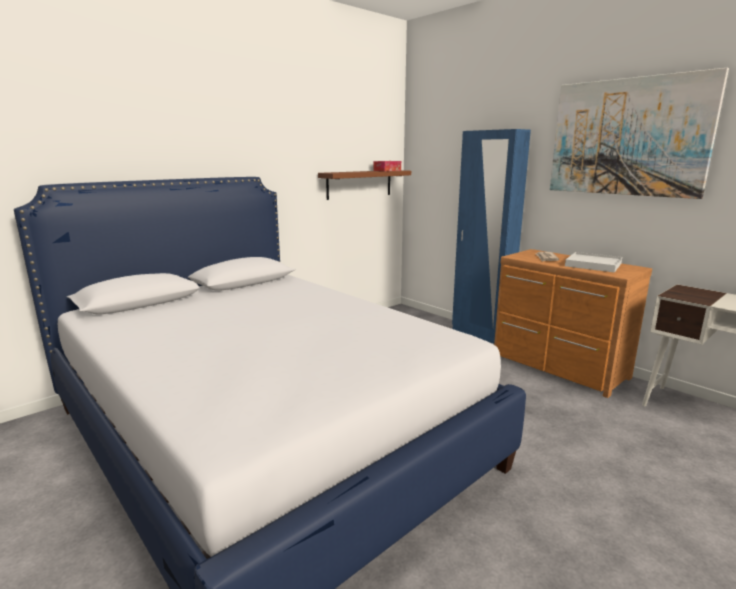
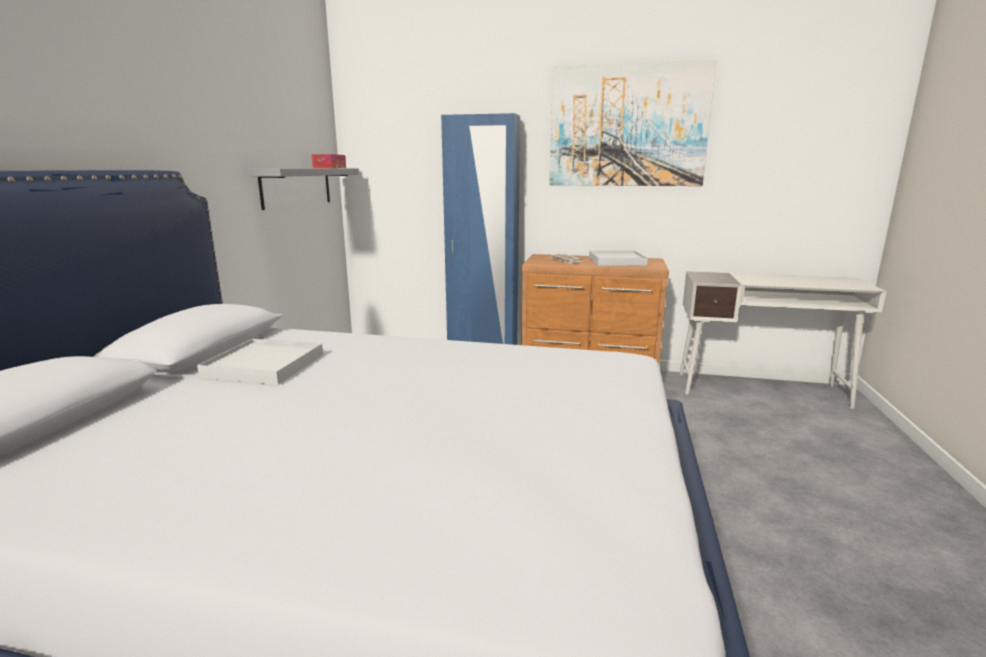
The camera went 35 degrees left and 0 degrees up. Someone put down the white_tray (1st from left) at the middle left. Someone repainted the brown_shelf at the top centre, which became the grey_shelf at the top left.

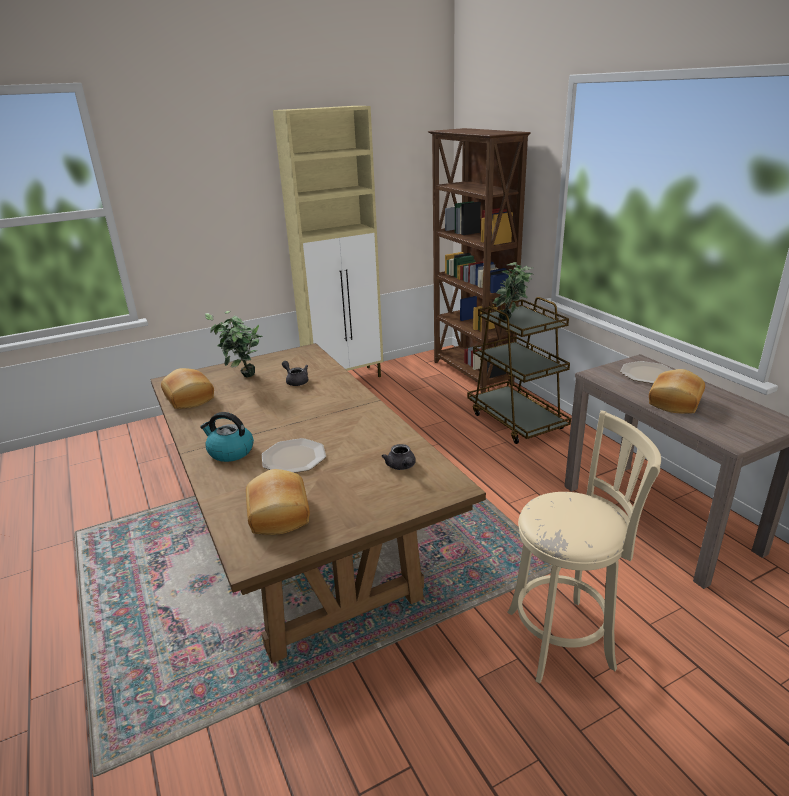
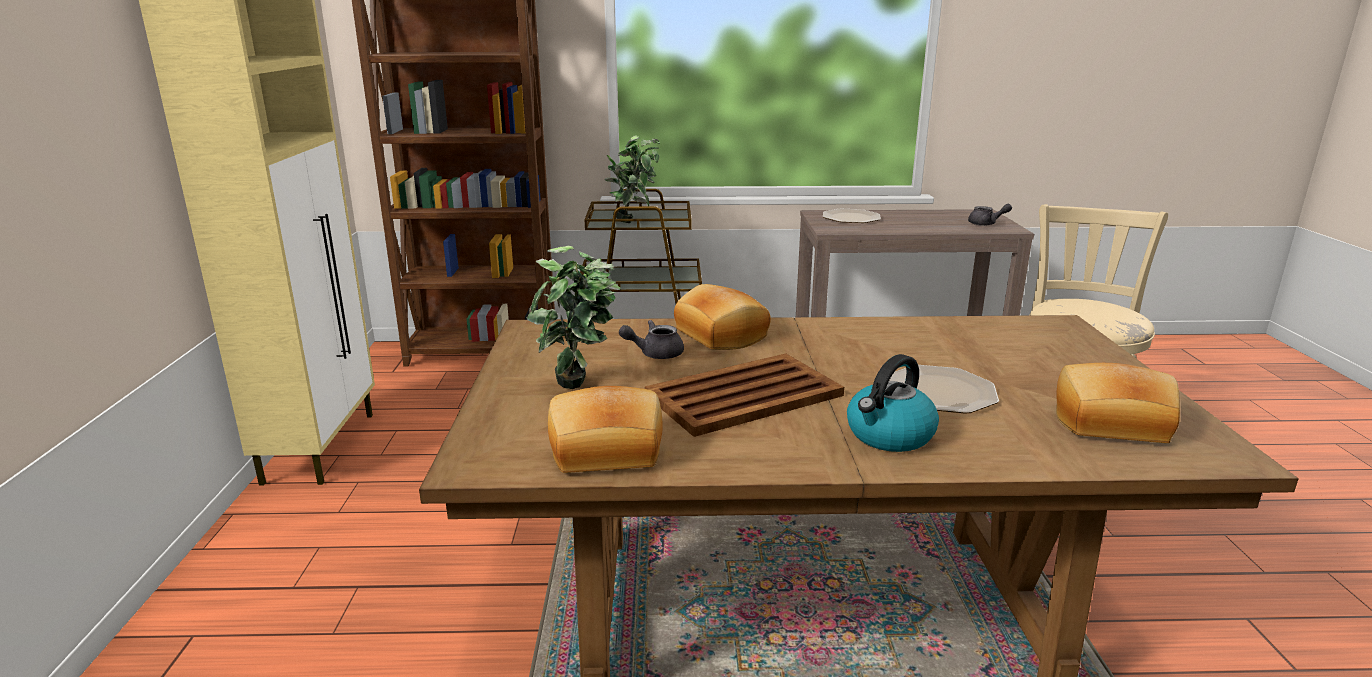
The camera went 65 degrees left and 5 degrees down. Someone put down the brown_tray at the centre. Someone carried the bread (3rd from left in the first image) from the middle right to the centre. Someone carried the grey_teapot (2nd from left) from the centre to the top right.

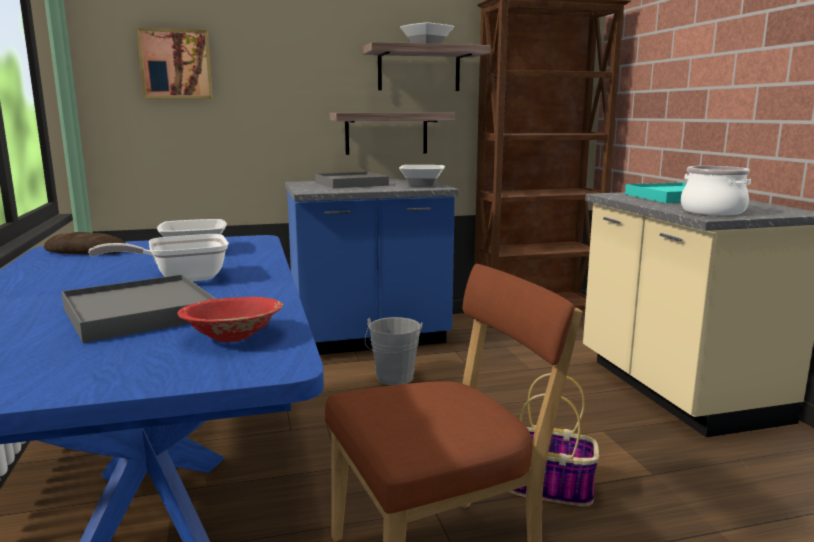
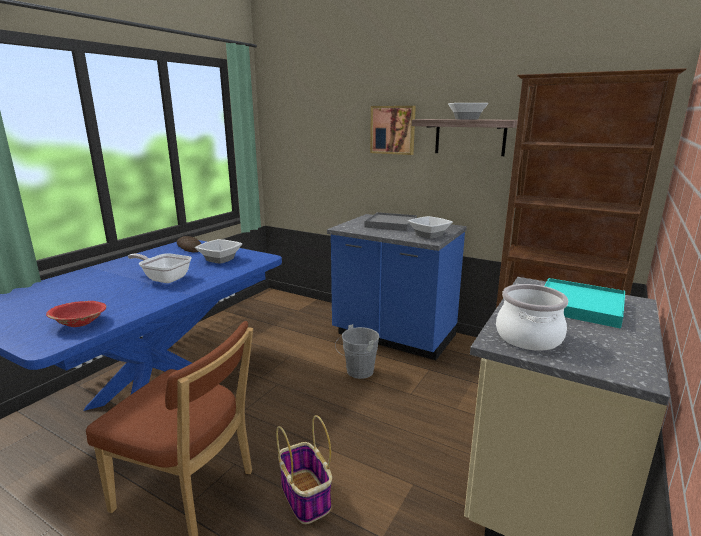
The camera went 45 degrees right and 5 degrees up. Someone carried the picture from the top left to the top centre. Someone took away the grey_tray (1st from left) at the middle left. Someone took away the shelf (1st from left) at the top centre.

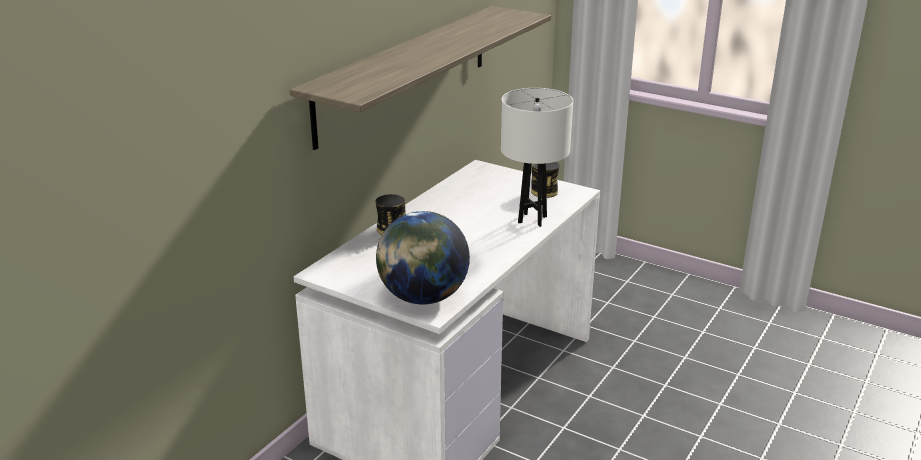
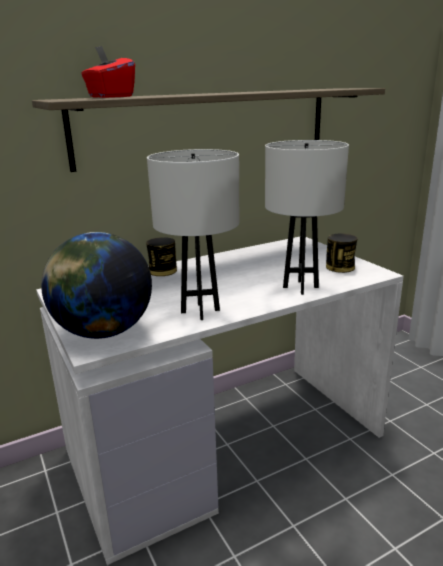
The camera went 30 degrees right and 5 degrees down. Someone put down the red_tissue_box at the top left. Someone put down the white_table_lamp (1st from left) at the centre.

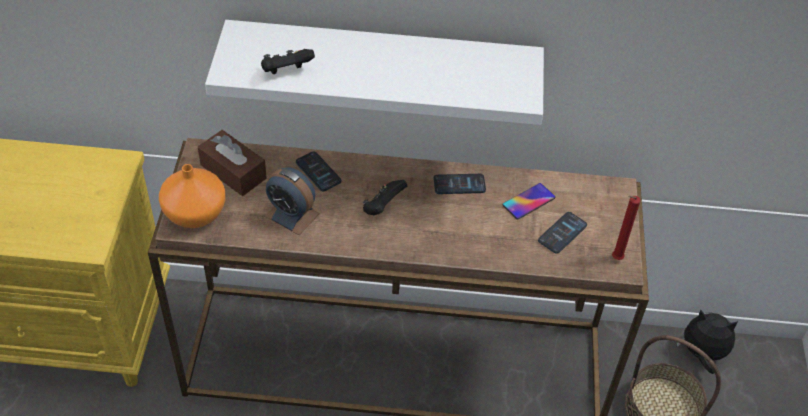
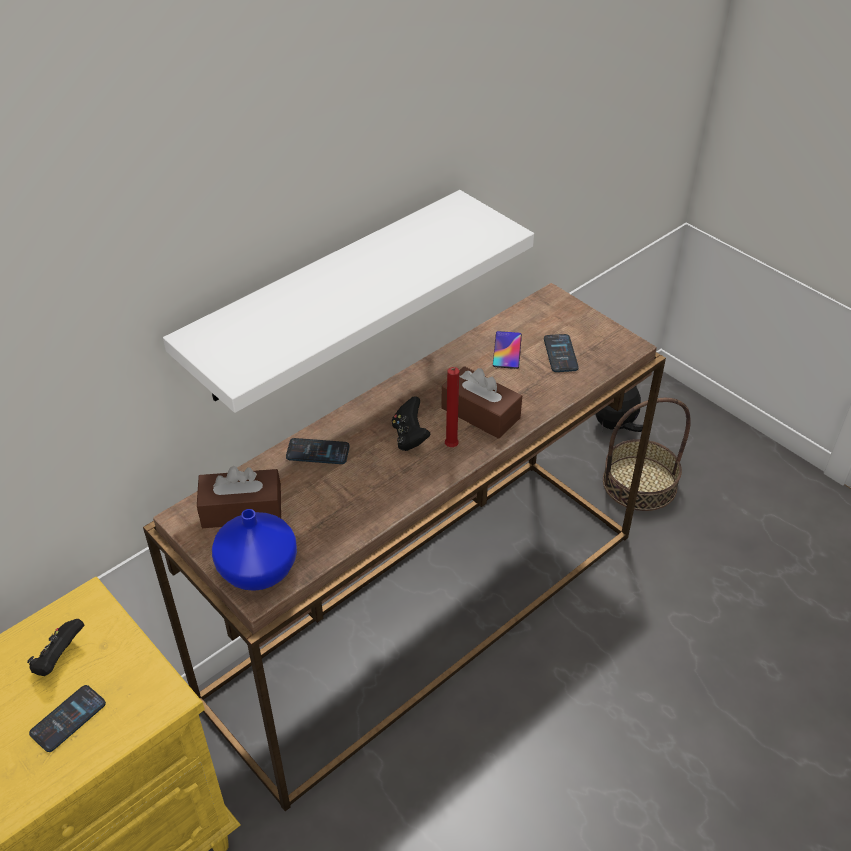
The camera went 45 degrees left and 5 degrees down. Someone carried the black_game_controller (1st from left) from the top centre to the bottom left. Someone carried the phone (2nd from left in the first image) from the centre to the bottom left. Someone repainted the orange_vase at the middle left, which became the blue_vase at the middle left. Someone put down the brown_tissue_box (2nd from left) at the centre. Someone carried the red_candle from the middle right to the centre. Someone took away the alarm_clock at the centre.

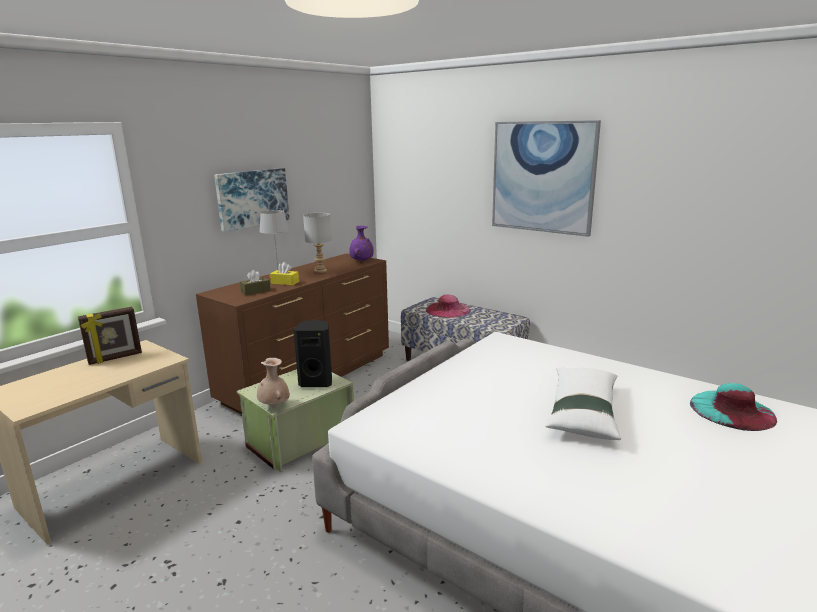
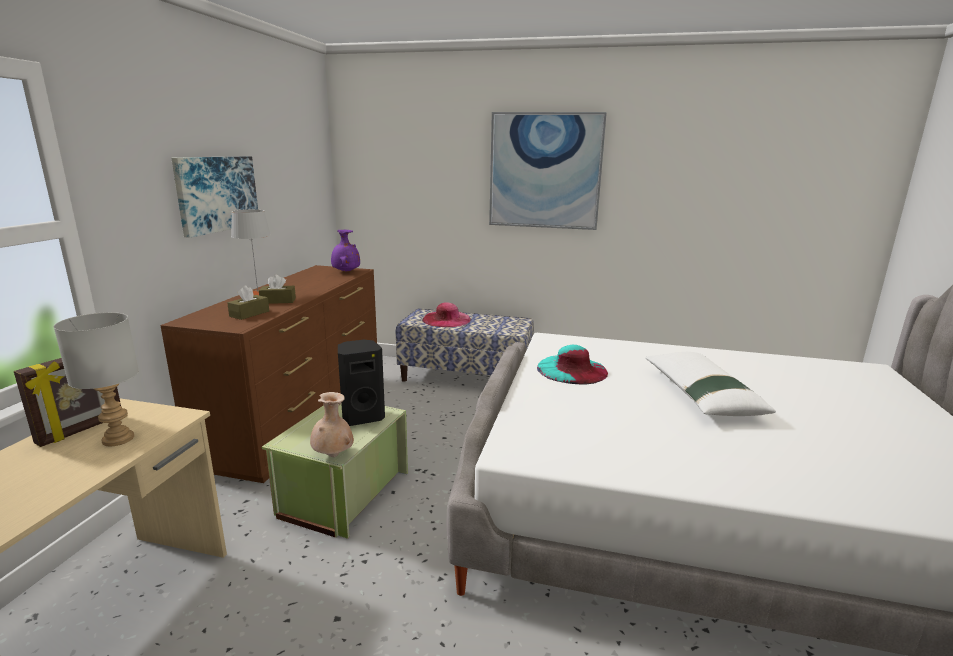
The camera went 25 degrees left and 0 degrees up. Someone carried the grey_table_lamp (2nd from left in the first image) from the centre to the middle left. Someone repainted the yellow_tissue_box at the centre, which became the brown_tissue_box (2nd from left) at the middle left. Someone carried the turquoise_hat from the middle right to the centre.

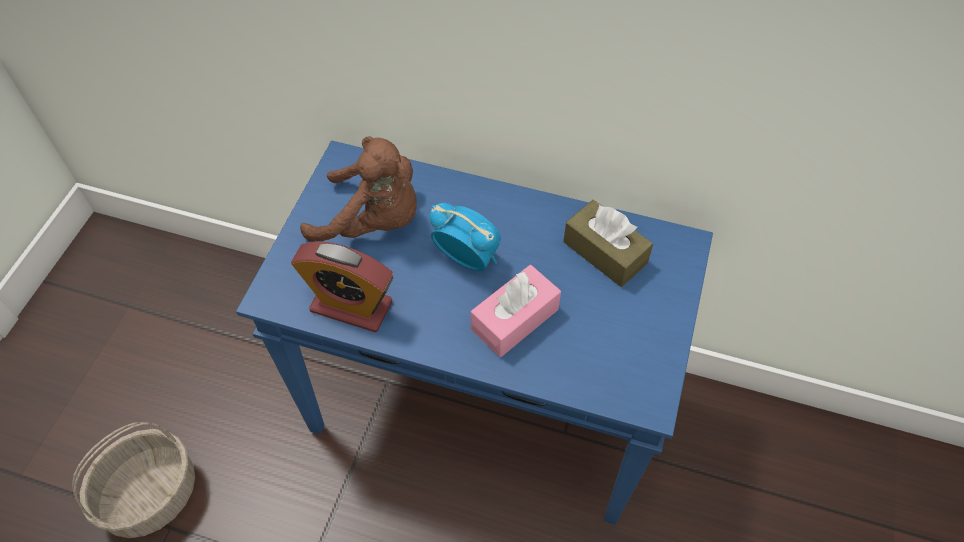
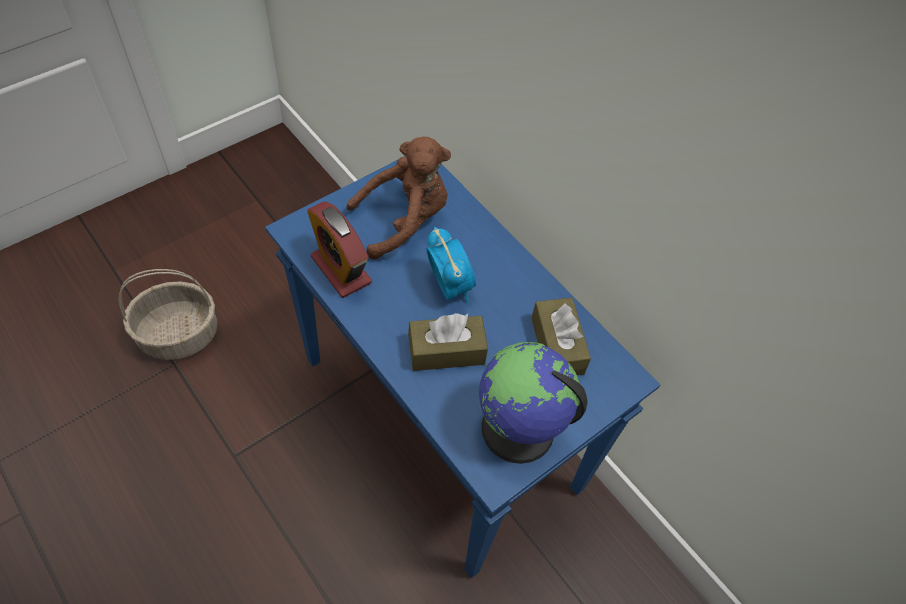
The camera went 30 degrees right and 0 degrees up. Someone rotated the brown_plush_toy at the centre by 75 degrees counterclockwise. Someone repainted the pink_tissue_box at the centre, which became the brown_tissue_box (1st from left) at the centre. Someone put down the globe at the bottom centre.

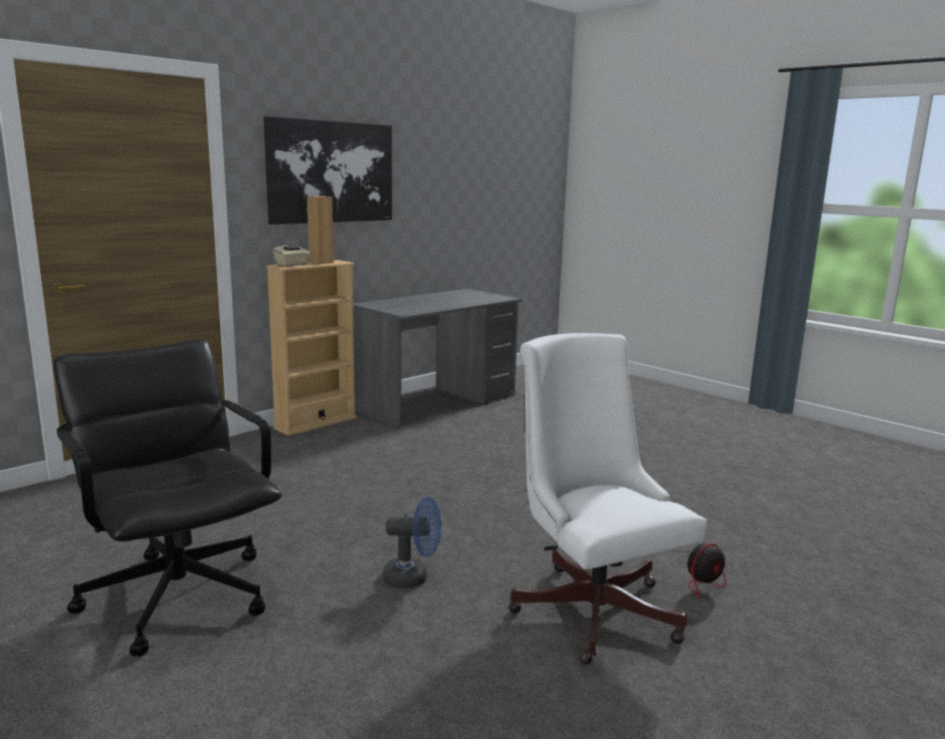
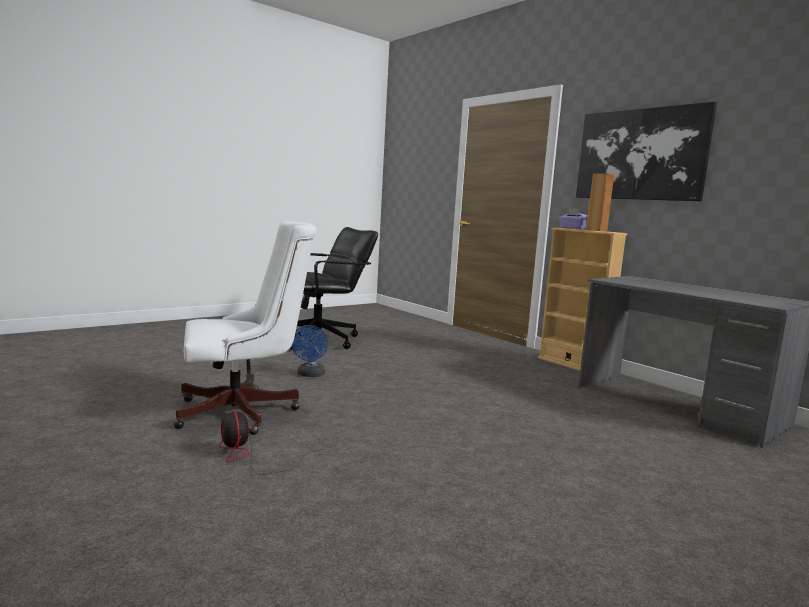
The camera went 95 degrees right and 5 degrees down. Someone repainted the beige_tissue_box at the middle left, which became the purple_tissue_box at the middle right.

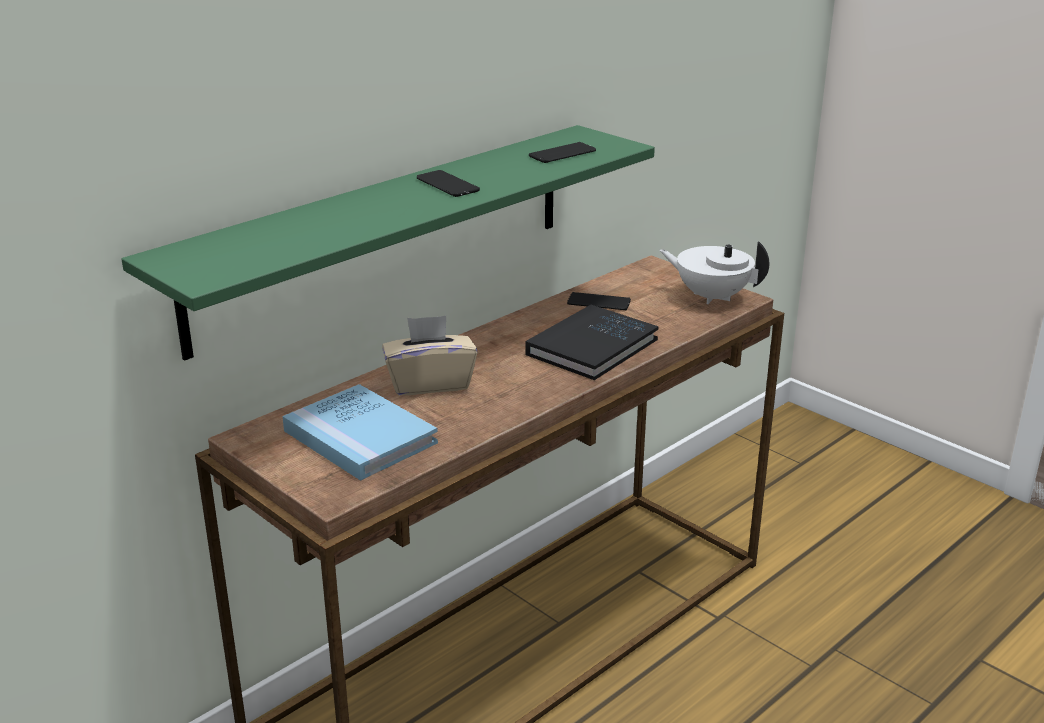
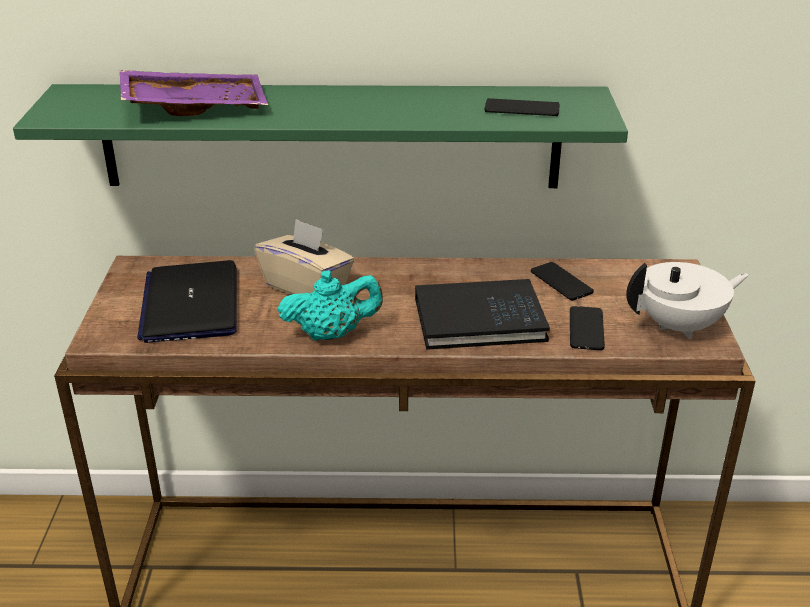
The camera went 45 degrees right and 5 degrees up. Someone put down the purple_tray at the top left. Someone swapped the blue_book at the centre for the laptop at the middle left. Someone put down the turquoise_teapot at the centre. Someone carried the phone (1st from left in the first image) from the top centre to the middle right. Someone rotated the white_teapot at the middle right by 90 degrees clockwise.

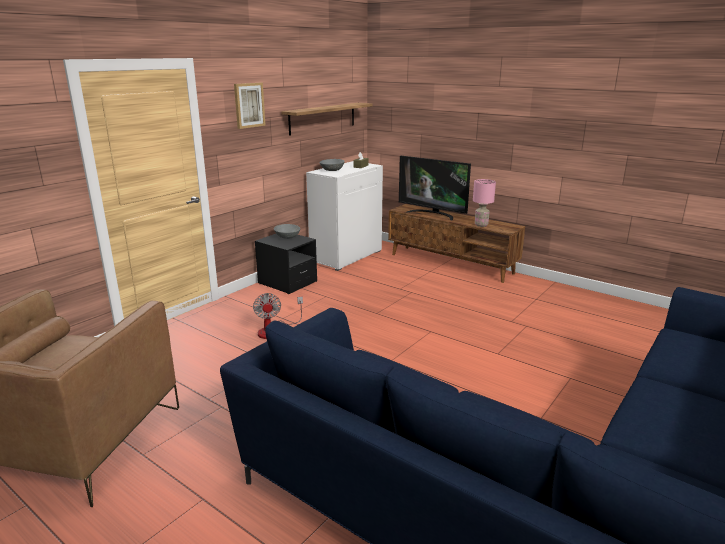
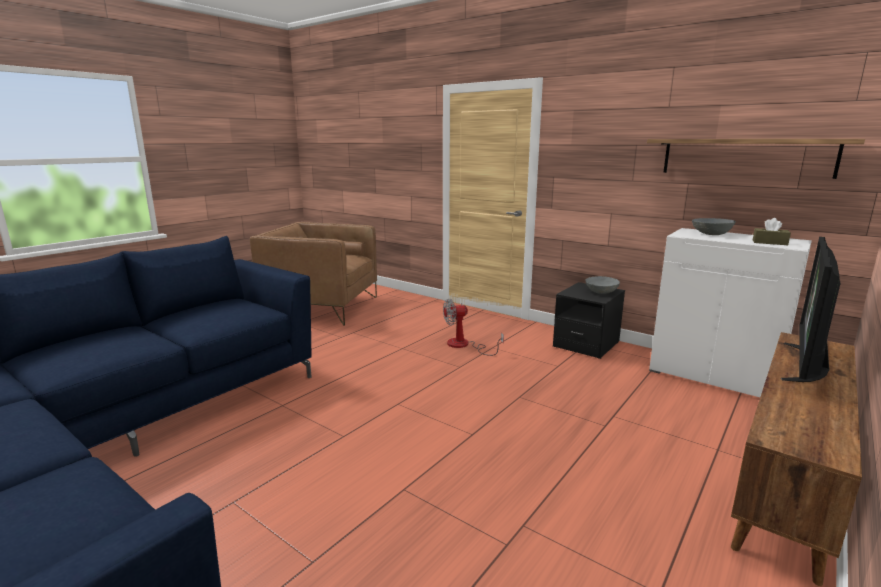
The camera went 90 degrees right and 5 degrees down. Someone took away the picture at the top centre. Someone took away the pink_table_lamp at the middle right.

